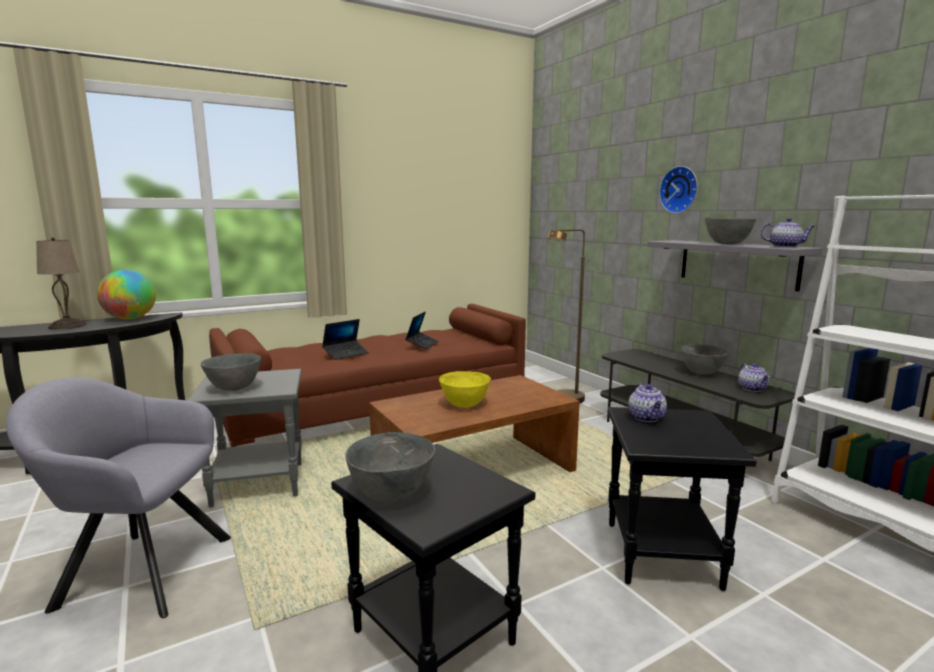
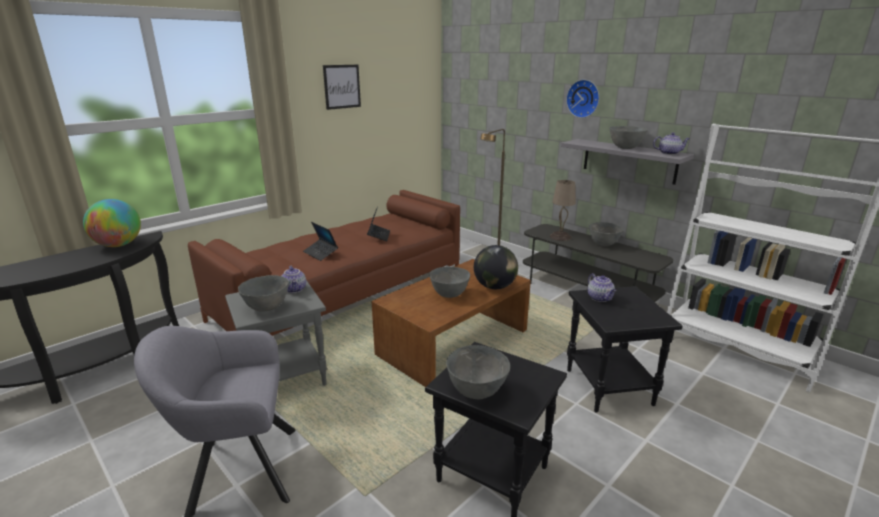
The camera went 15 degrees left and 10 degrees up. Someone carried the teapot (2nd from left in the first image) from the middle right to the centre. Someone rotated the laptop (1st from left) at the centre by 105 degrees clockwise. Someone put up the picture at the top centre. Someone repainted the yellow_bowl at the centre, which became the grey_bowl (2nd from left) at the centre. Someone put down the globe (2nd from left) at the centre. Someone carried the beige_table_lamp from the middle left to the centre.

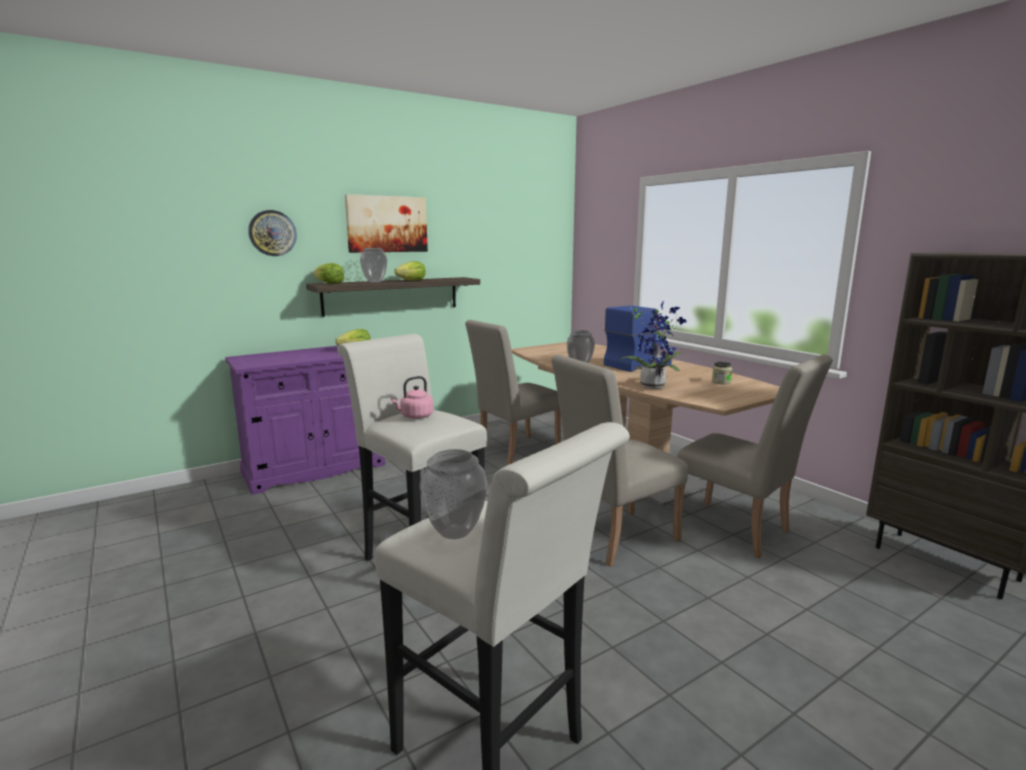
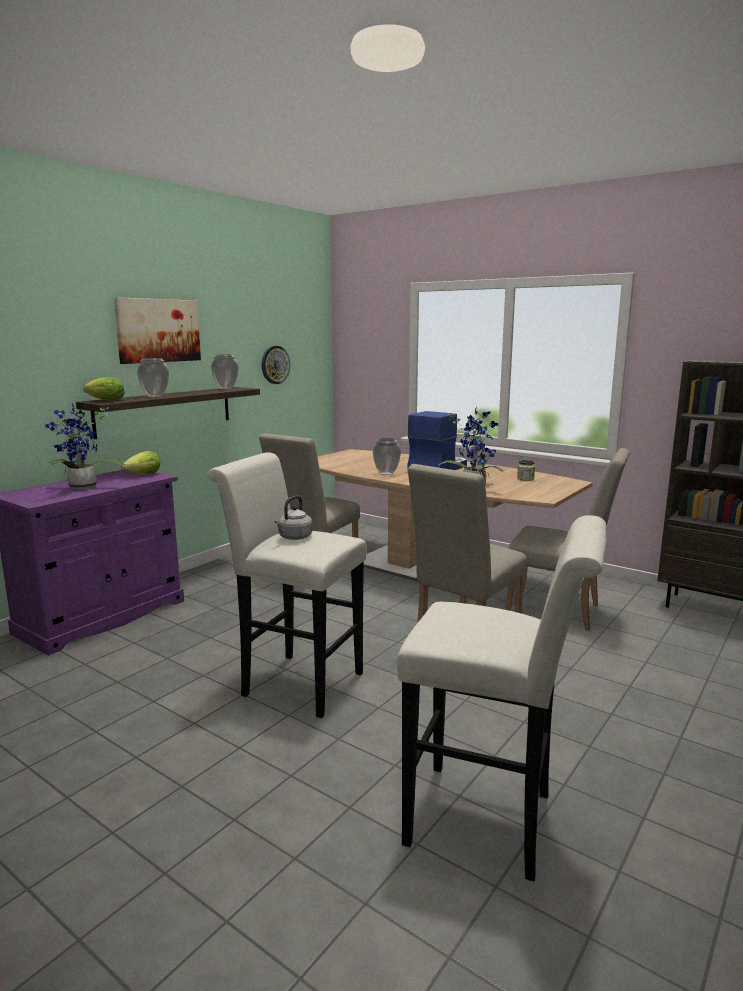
The camera went 20 degrees left and 0 degrees up. Someone put down the potted_plant (1st from left) at the middle left. Someone carried the vase (2nd from left) from the centre to the middle left. Someone carried the wall_clock from the top left to the centre. Someone repainted the pink_kettle at the centre, which became the grey_kettle at the centre. Someone took away the lettuce (3rd from left) at the centre.

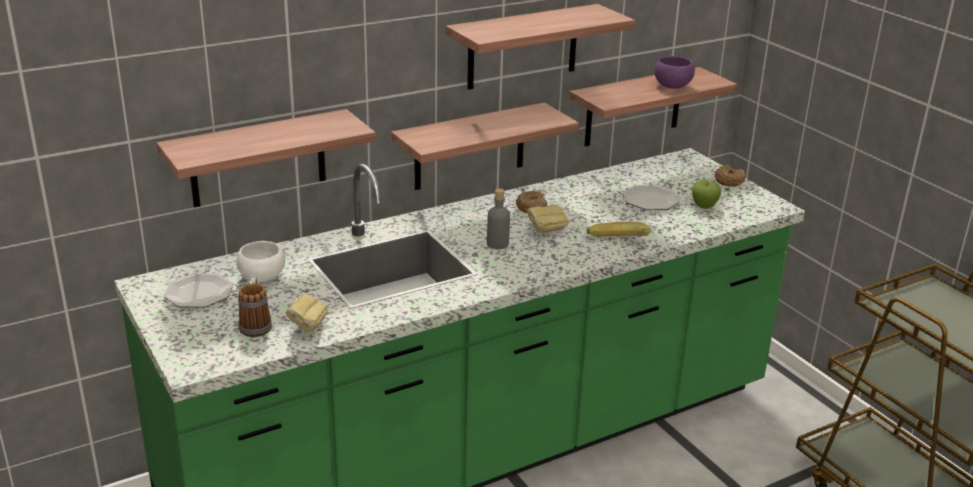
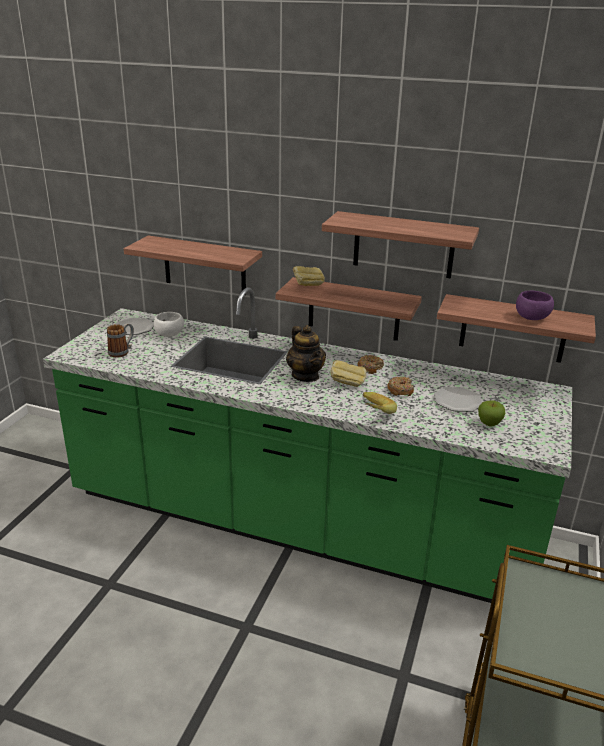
The camera went 50 degrees right and 0 degrees up. Someone swapped the grey_bottle at the centre for the teapot at the centre. Someone carried the bread (1st from left) from the middle left to the centre. Someone carried the donut (2nd from left) from the middle right to the centre.

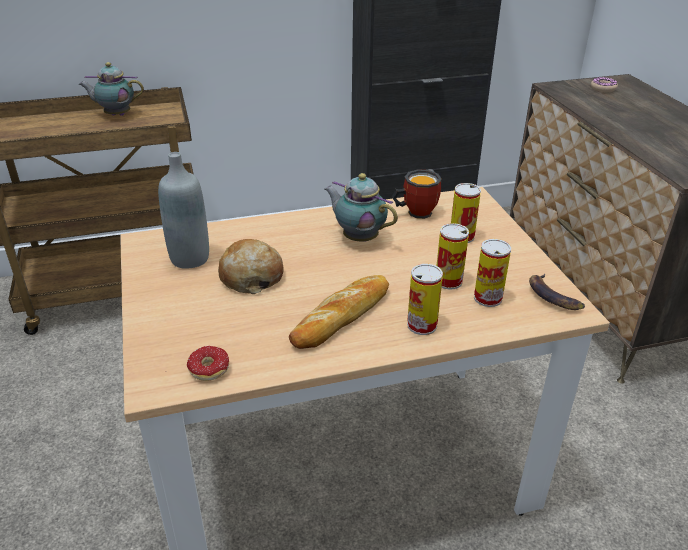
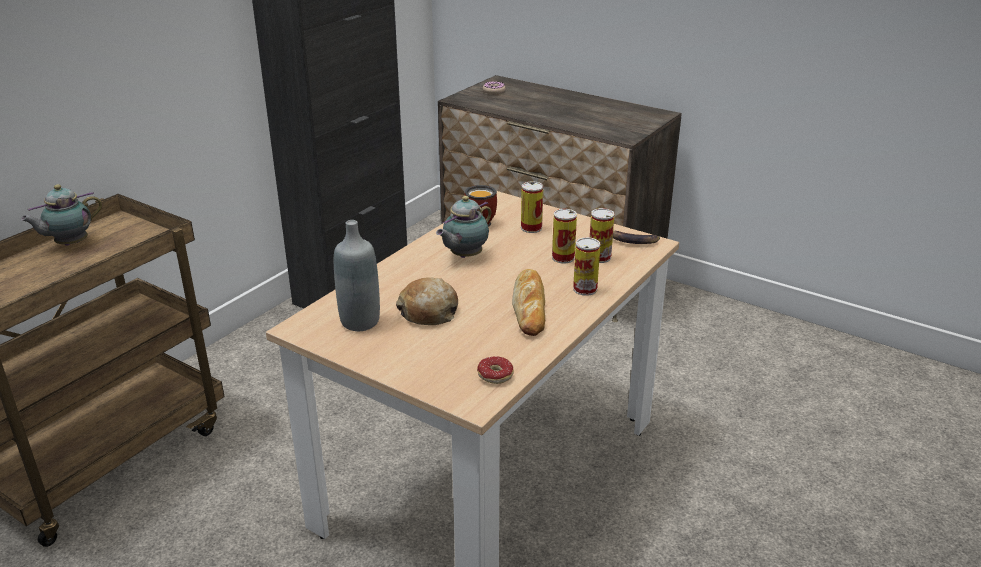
The camera went 40 degrees left and 5 degrees down. Someone rotated the teapot (2nd from left) at the centre by 45 degrees counterclockwise.

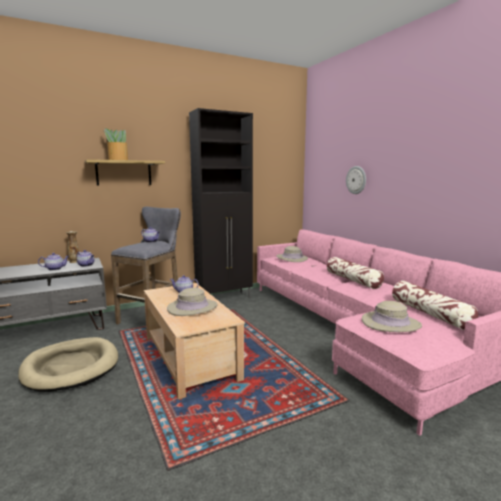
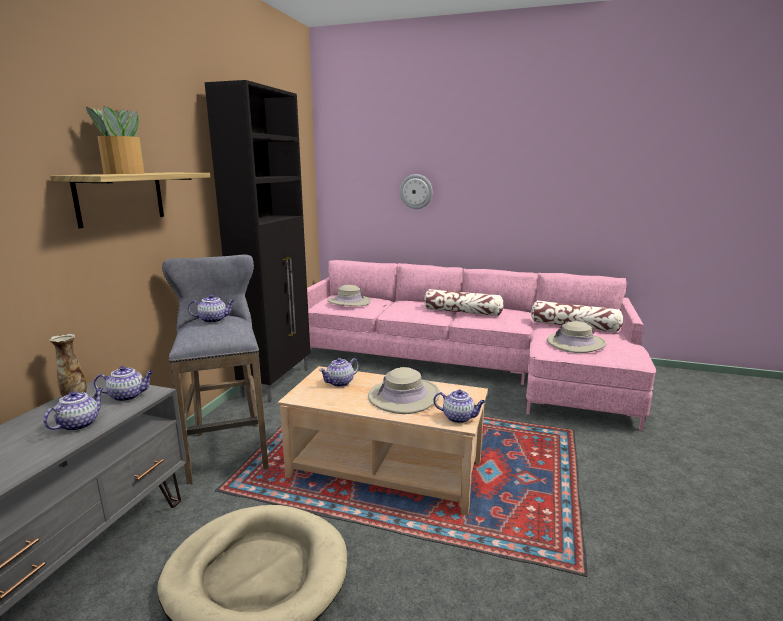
The camera went 45 degrees left and 5 degrees up. Someone put down the teapot (5th from left) at the centre.

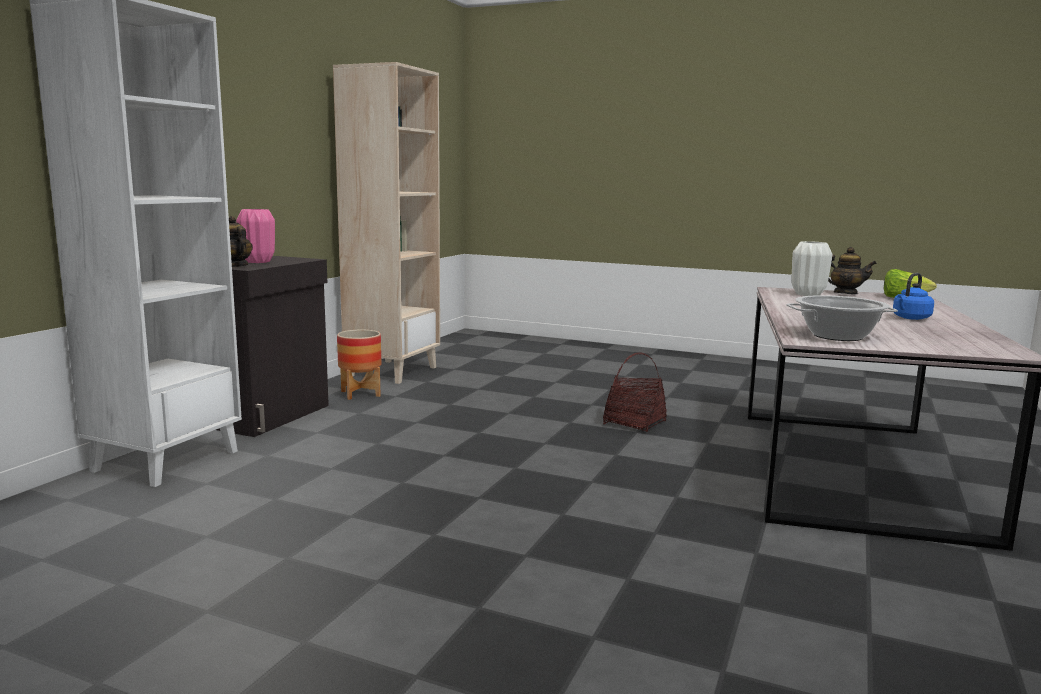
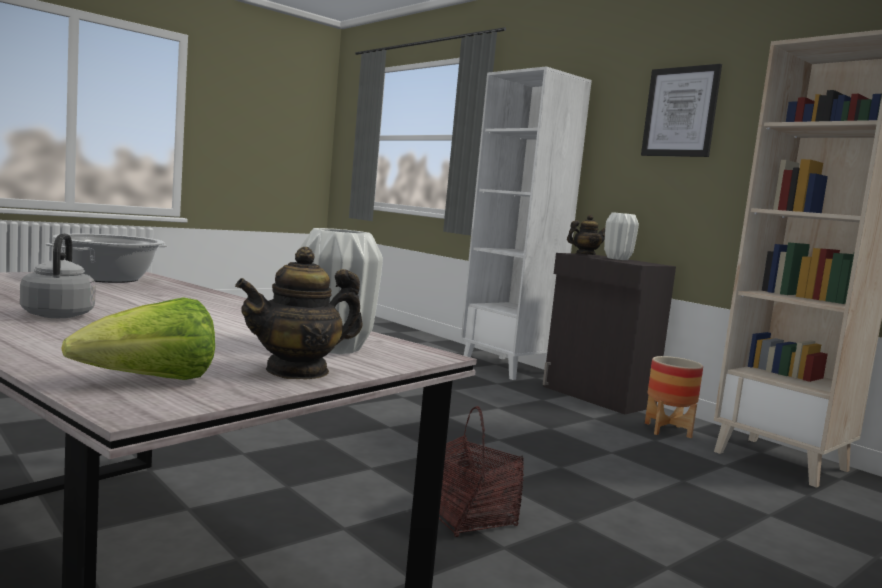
The camera went 115 degrees right and 5 degrees down. Someone repainted the blue_kettle at the middle right, which became the grey_kettle at the middle left. Someone repainted the pink_vase at the middle left, which became the white_vase (2nd from left) at the middle right. Someone put up the picture at the top right.

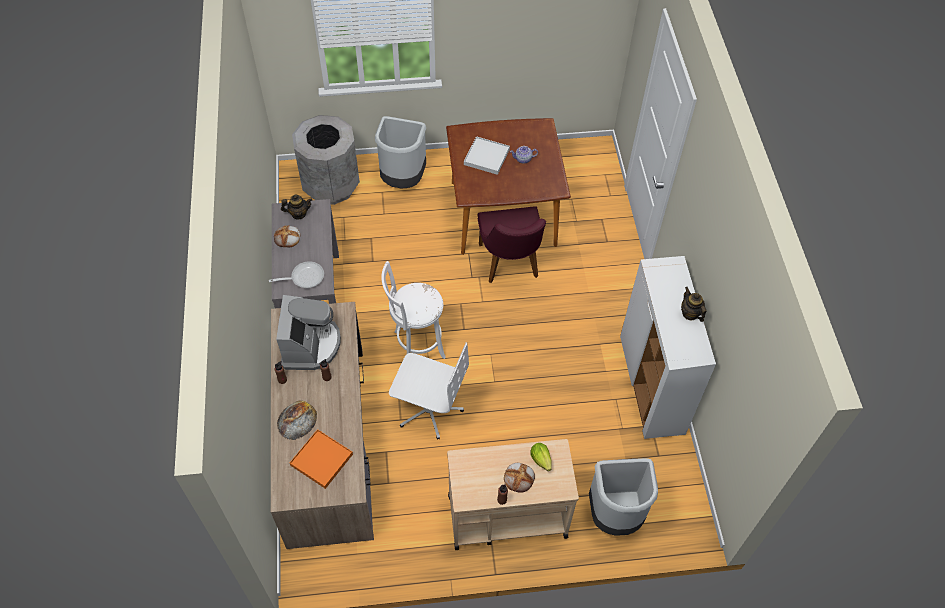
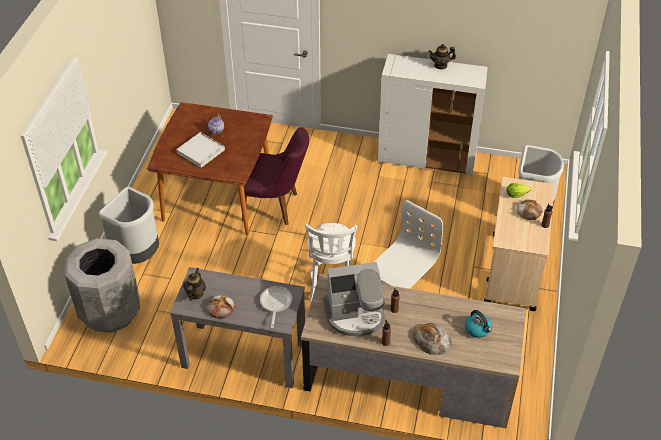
The camera went 70 degrees left and 10 degrees down. Someone rotated the coffee_machine at the middle left by 150 degrees clockwise. Someone swapped the orange_tray at the bottom centre for the kettle at the bottom right.

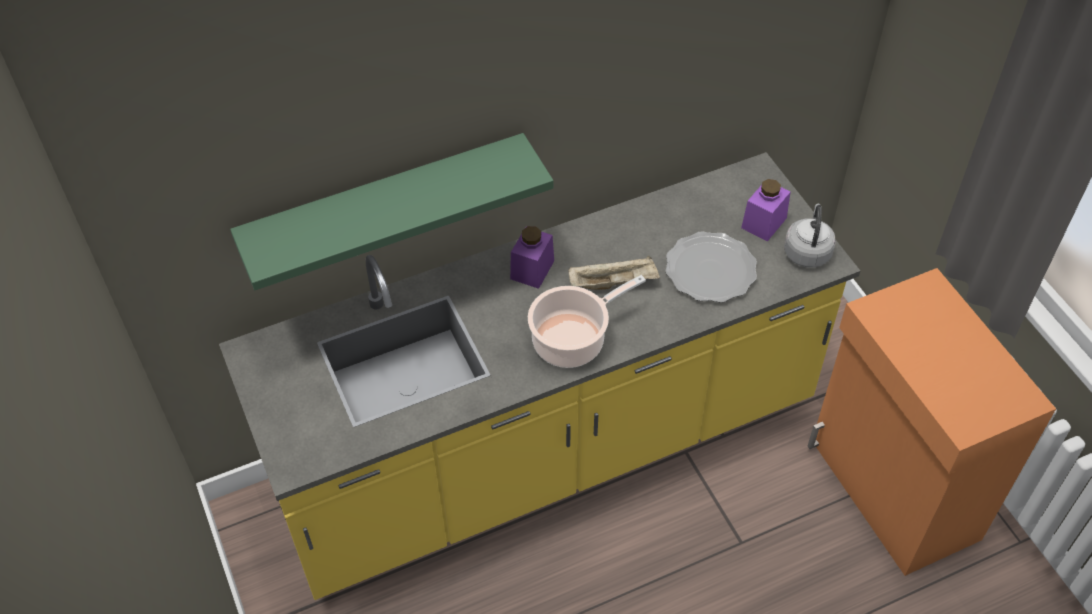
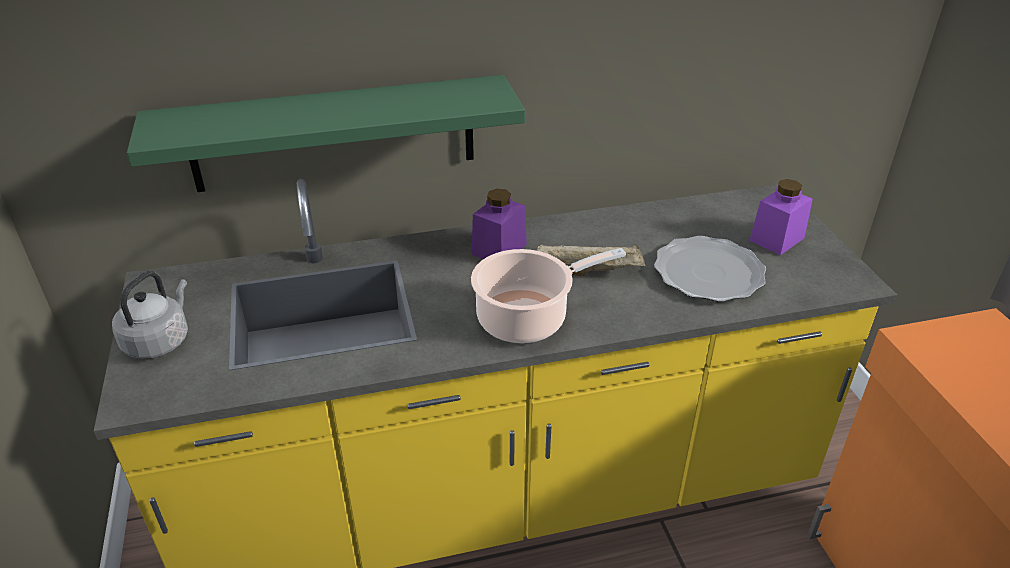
The camera went 10 degrees right and 15 degrees down. Someone carried the grey_kettle from the middle right to the middle left.

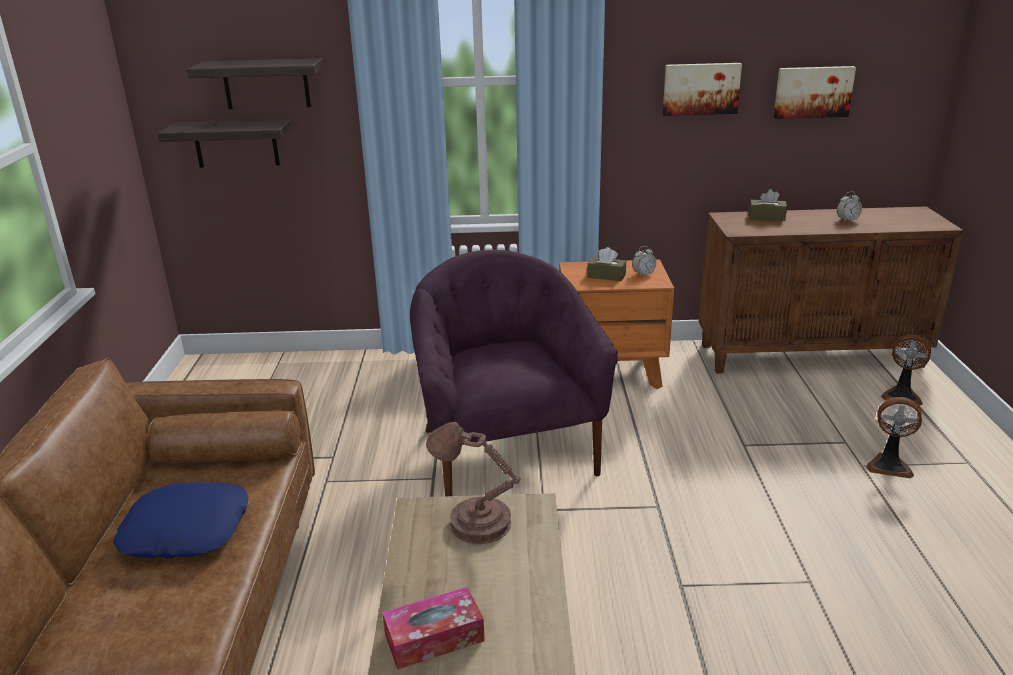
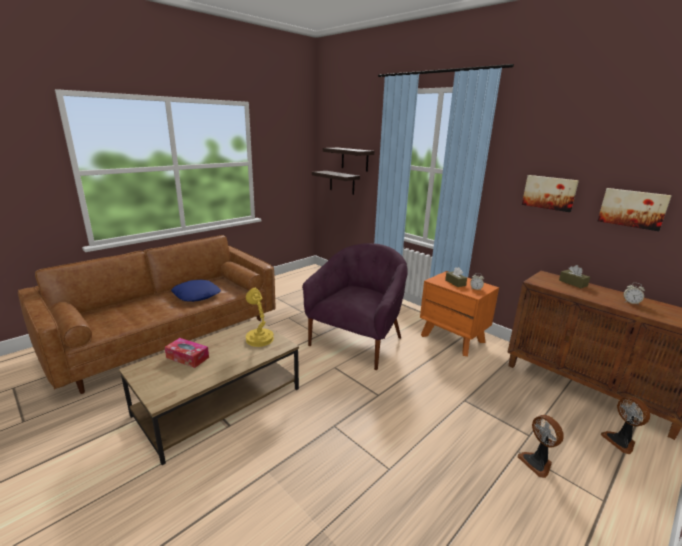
The camera went 45 degrees right and 5 degrees down. Someone repainted the brown_table_lamp at the bottom centre, which became the yellow_table_lamp at the centre.

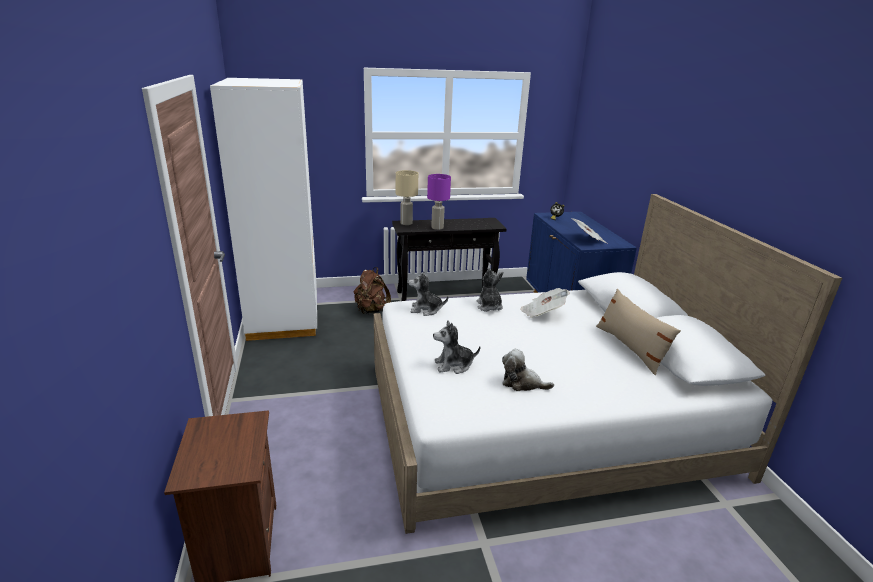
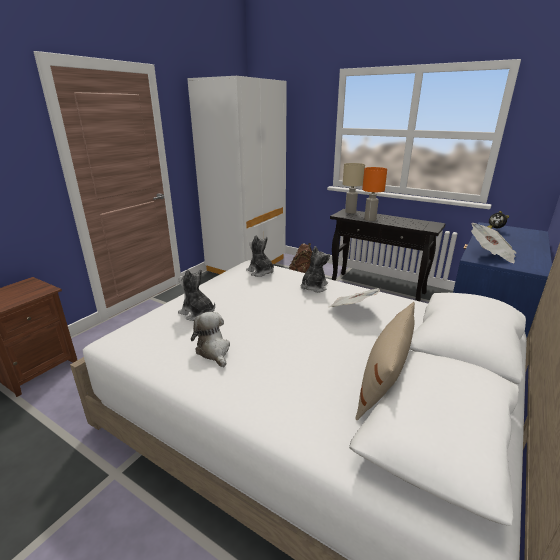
The camera went 45 degrees right and 0 degrees up. Someone repainted the purple_table_lamp at the centre, which became the orange_table_lamp at the middle right.

